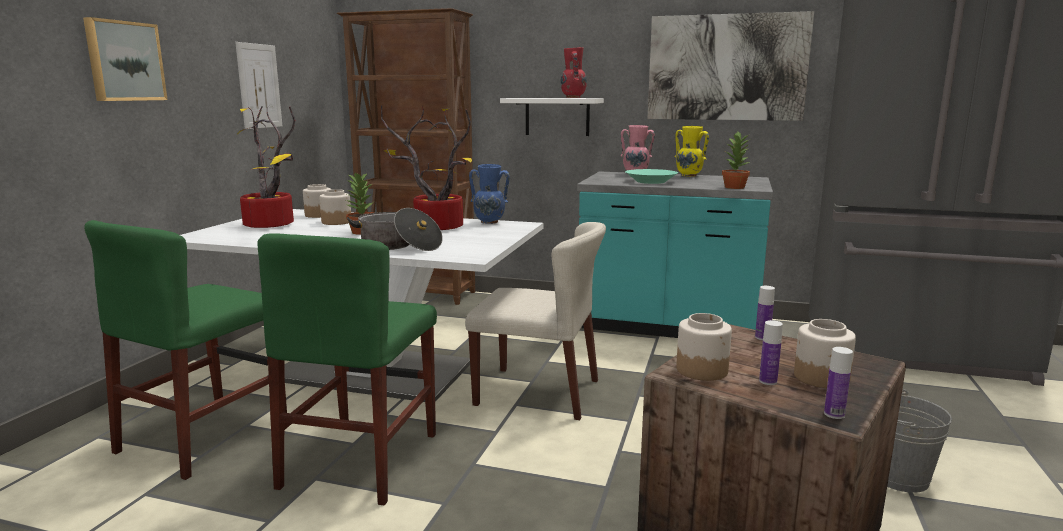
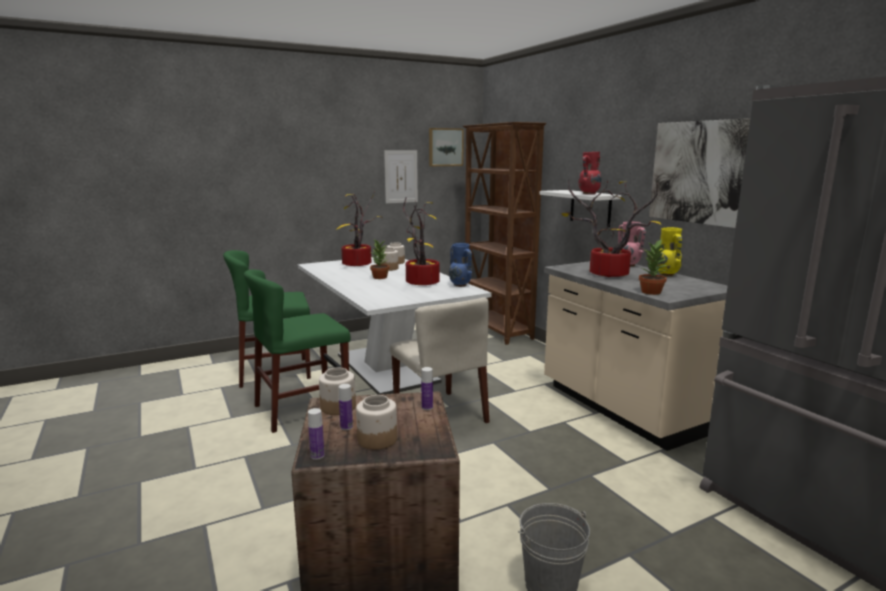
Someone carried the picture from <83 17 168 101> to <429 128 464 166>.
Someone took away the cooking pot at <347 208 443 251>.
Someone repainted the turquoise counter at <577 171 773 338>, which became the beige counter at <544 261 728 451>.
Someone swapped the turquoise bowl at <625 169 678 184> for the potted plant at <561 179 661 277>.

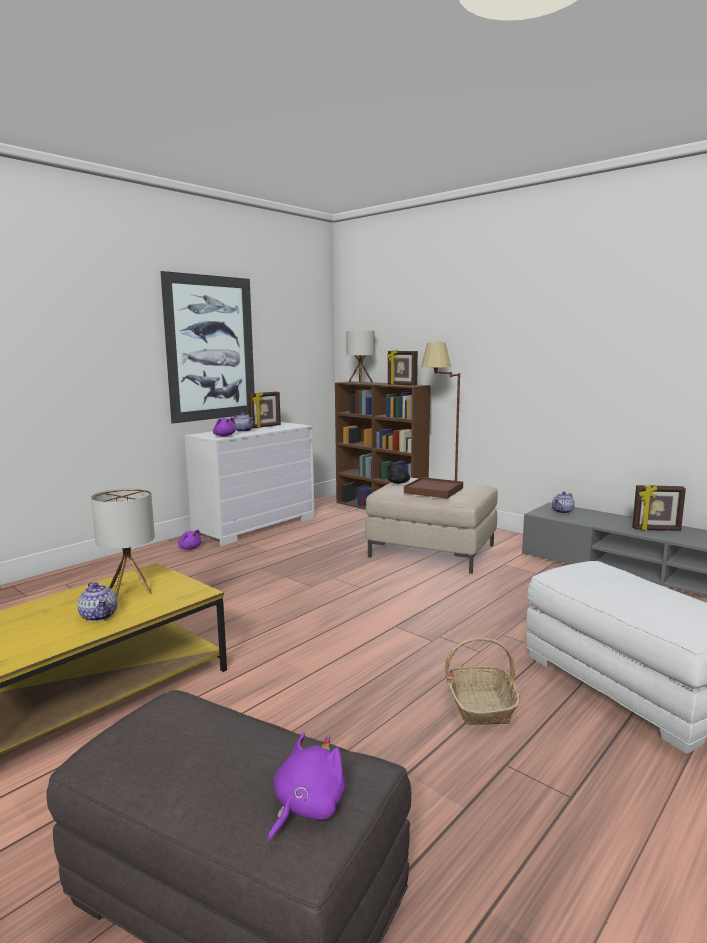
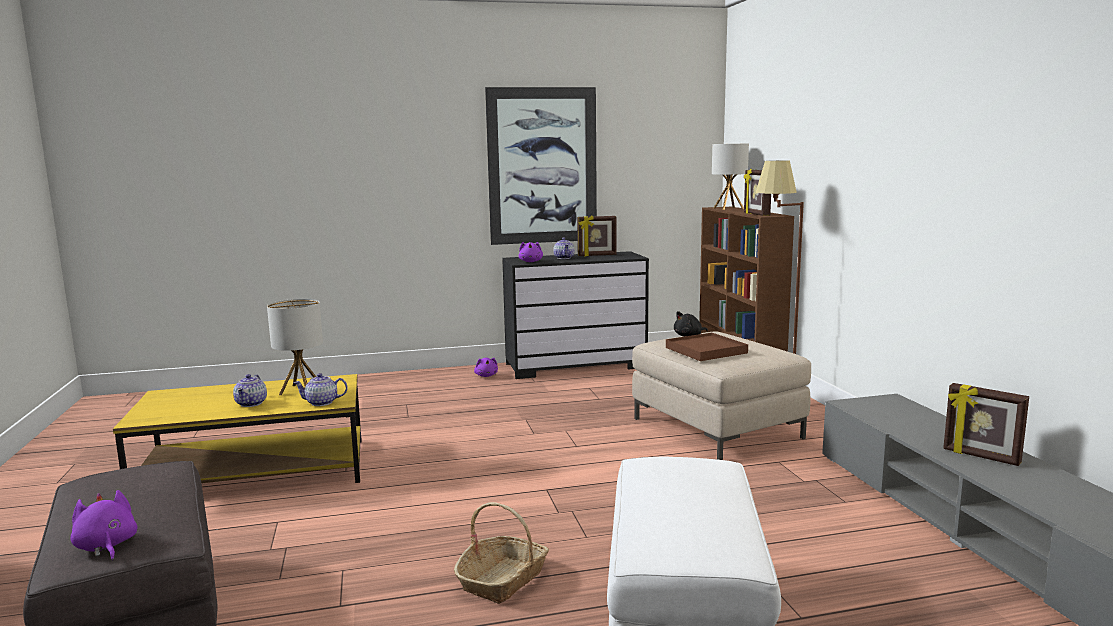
Someone repainted the white dresser at <185 422 314 546>, which became the black dresser at <502 251 649 379>.
Someone rotated the purple plush toy at <268 732 346 842> by 105 degrees counterclockwise.
Someone carried the teapot from <552 491 575 514> to <293 373 348 406>.

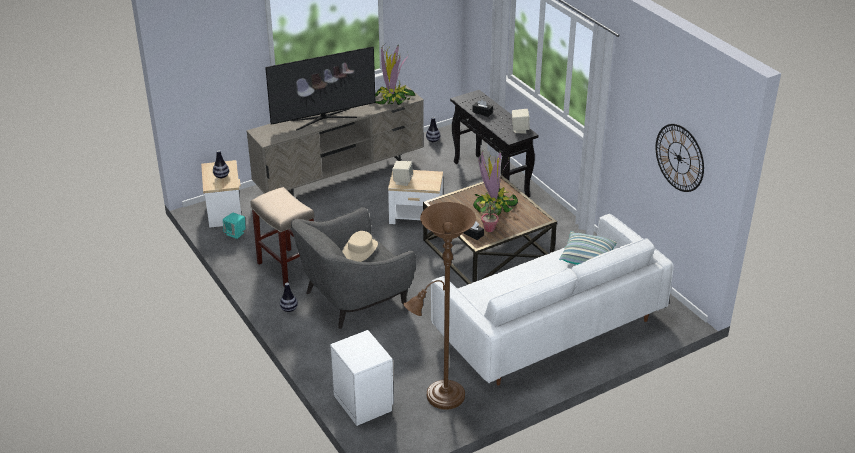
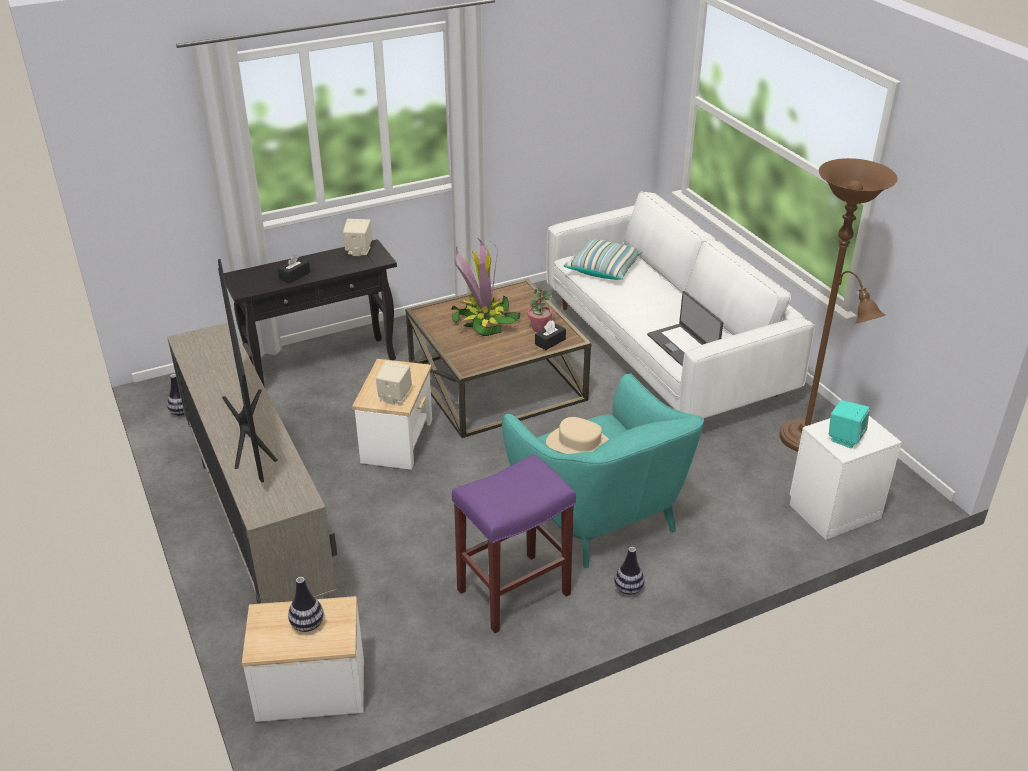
Someone carried the turquoise speaker from <223 213 246 239> to <829 400 870 448>.
Someone repainted the beige stool at <250 187 315 287>, which became the purple stool at <452 454 576 633>.
Someone repainted the grey armchair at <291 207 416 329>, which became the turquoise armchair at <502 373 704 568>.
Someone took away the potted plant at <375 44 416 105>.
Someone took away the wall clock at <656 124 704 192>.
Someone put down the laptop at <647 291 723 367>.

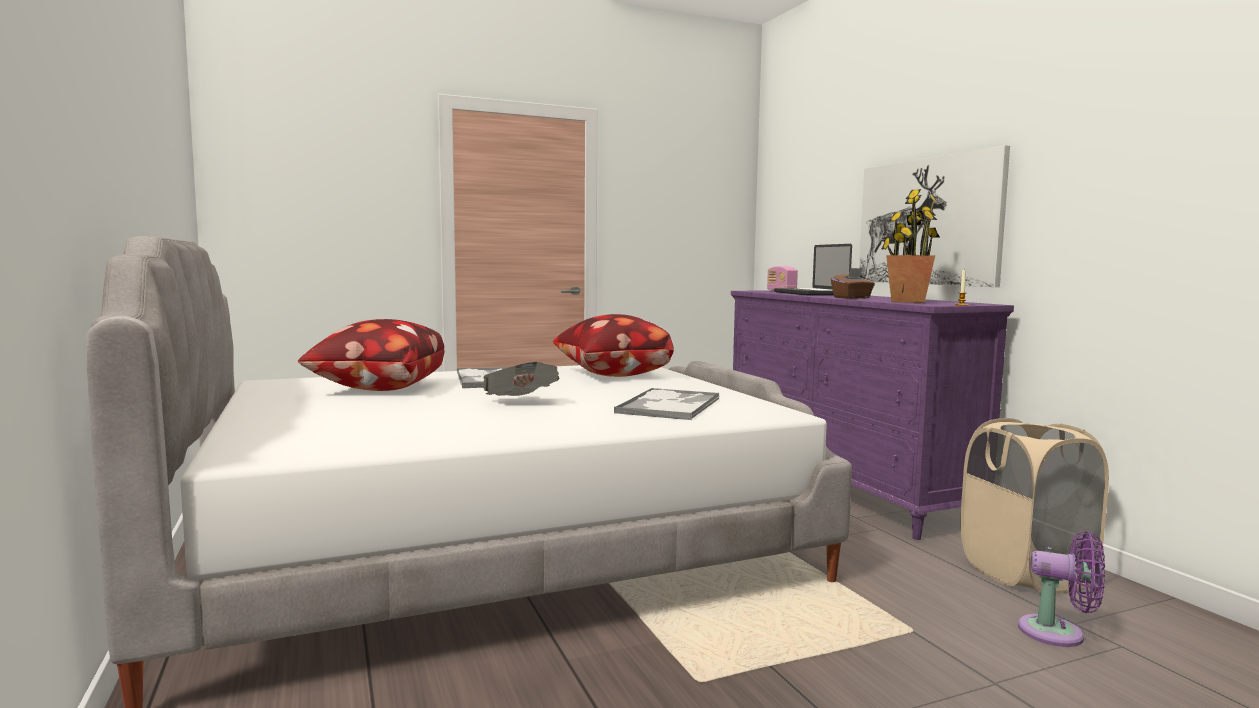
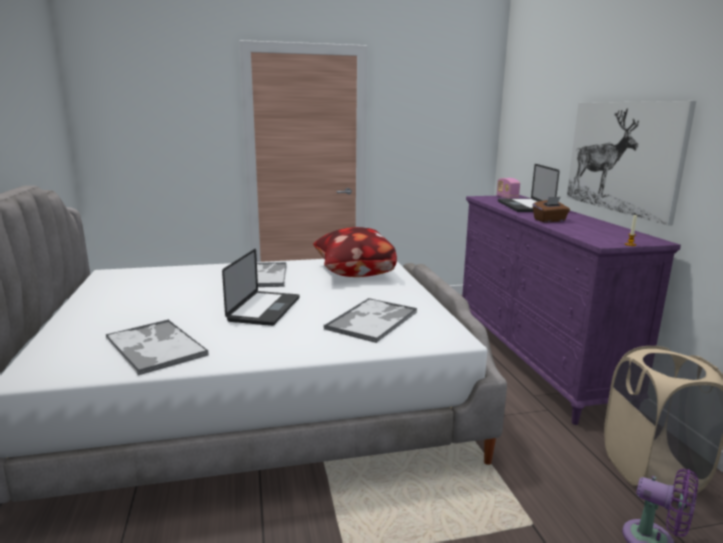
Someone took away the pillow at <298 319 445 391>.
Someone swapped the newspaper at <483 362 560 396> for the laptop at <222 249 300 326>.
Someone took away the potted plant at <881 189 940 303>.
Someone put down the tray at <106 319 209 375>.

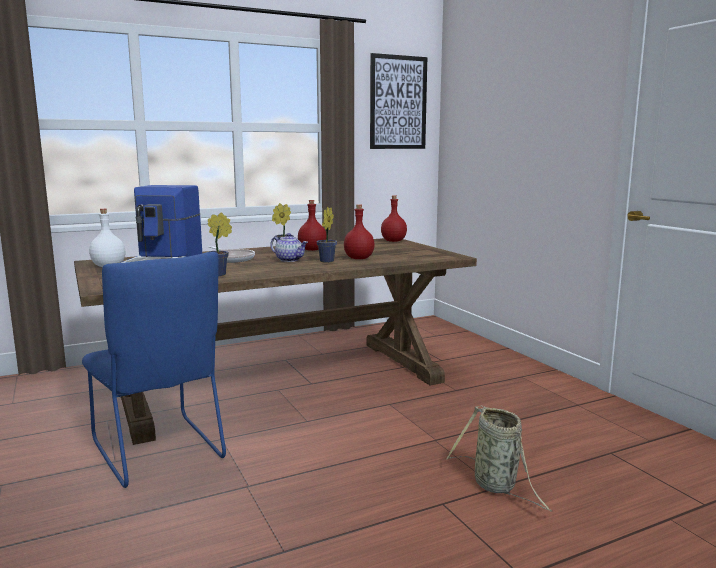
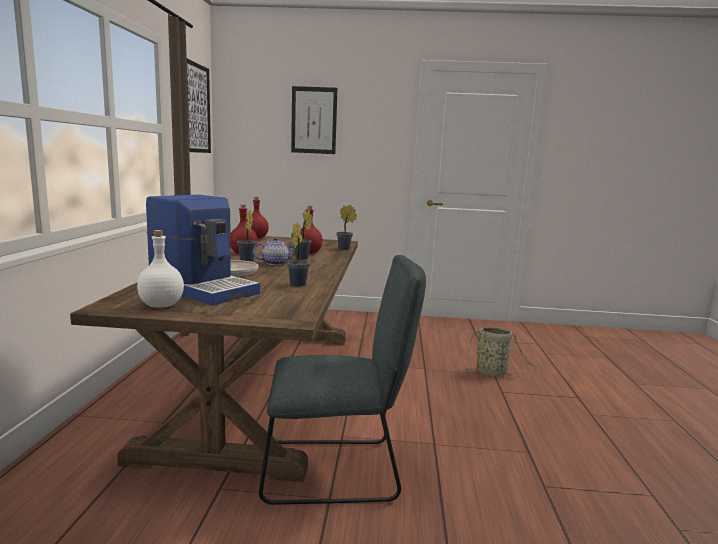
Someone repainted the blue chair at <82 252 226 488>, which became the grey chair at <259 255 426 505>.
Someone put up the picture at <291 86 337 154>.
Someone put down the potted plant at <336 205 357 250>.

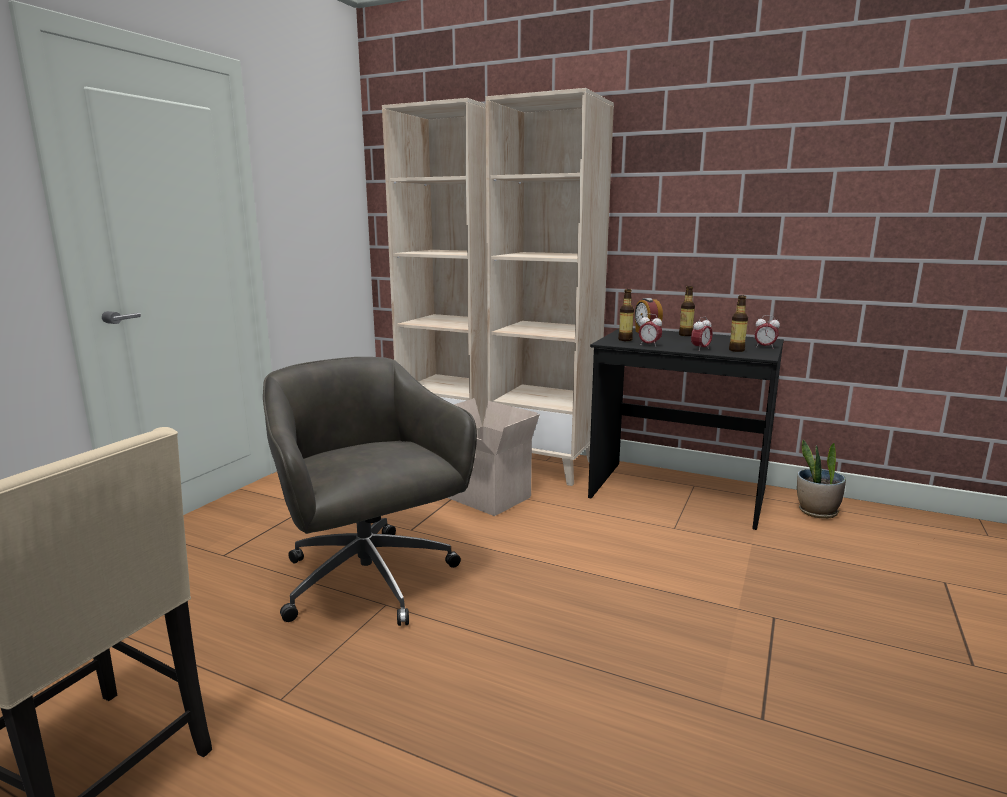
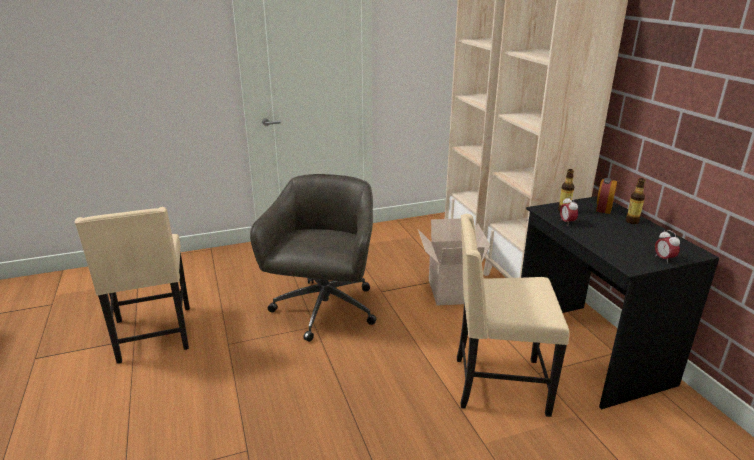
Someone took away the alarm clock at <691 317 713 351>.
Someone took away the bottle at <729 295 748 352>.
Someone took away the potted plant at <797 439 846 519>.
Someone put down the beige chair at <457 214 570 417>.

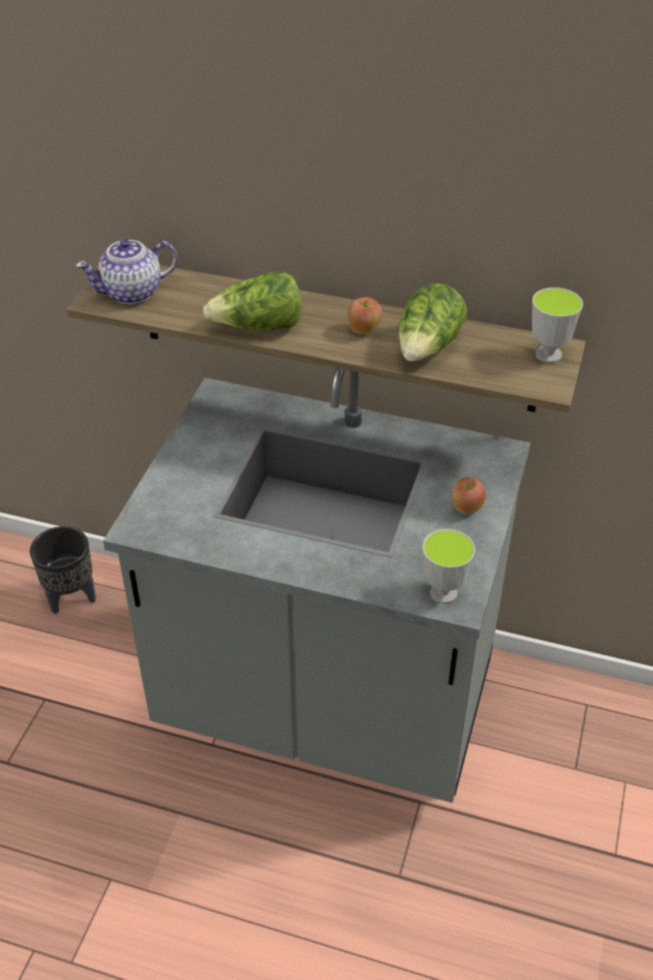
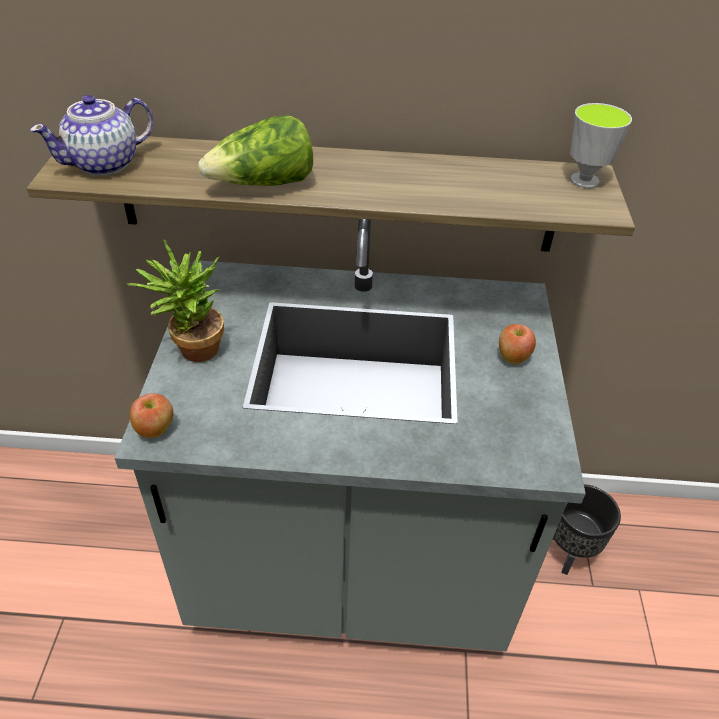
Someone carried the black planter from <30 526 96 614> to <552 484 621 575>.
Someone carried the apple from <348 297 382 335> to <130 393 174 438>.
Someone took away the lettuce at <398 283 467 361>.
Someone took away the cup at <423 529 475 604>.
Someone put down the potted plant at <126 240 224 362>.

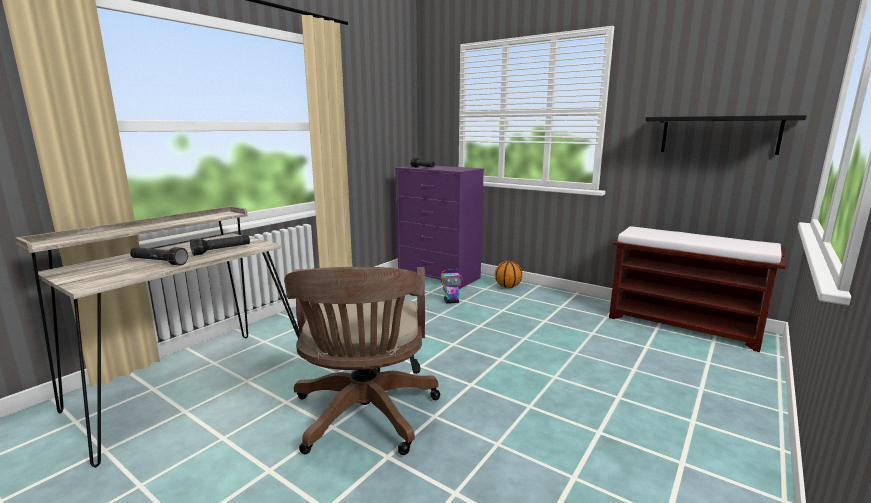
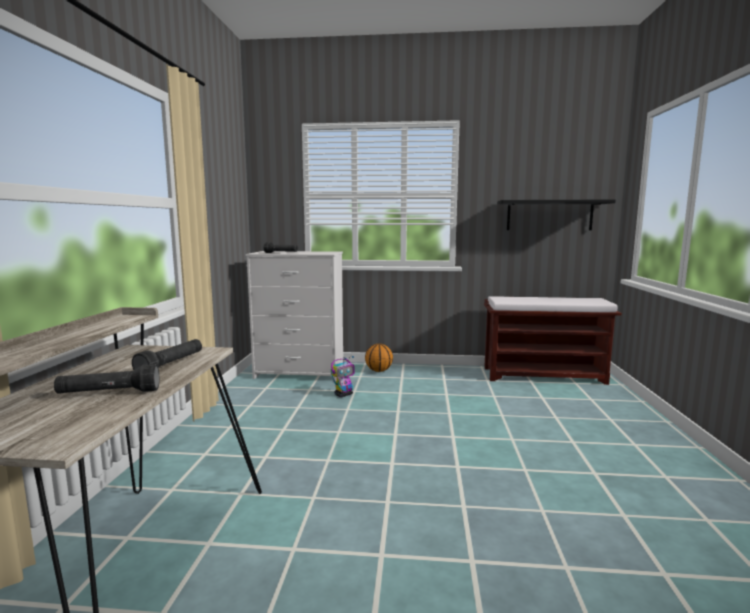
Someone took away the brown office chair at <284 267 440 455>.
Someone repainted the purple dresser at <395 166 484 289>, which became the white dresser at <245 251 343 382>.

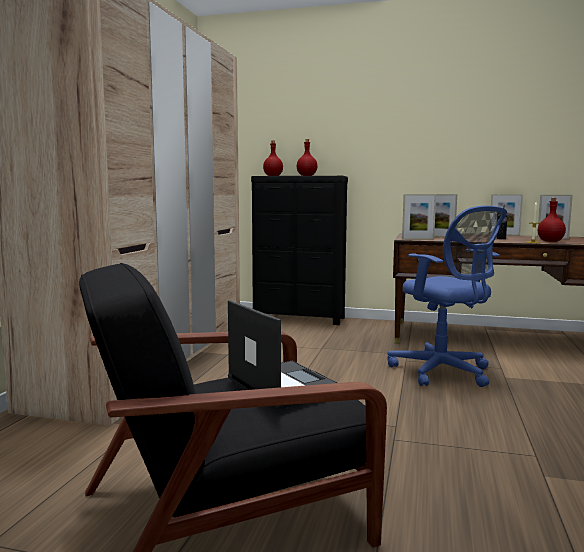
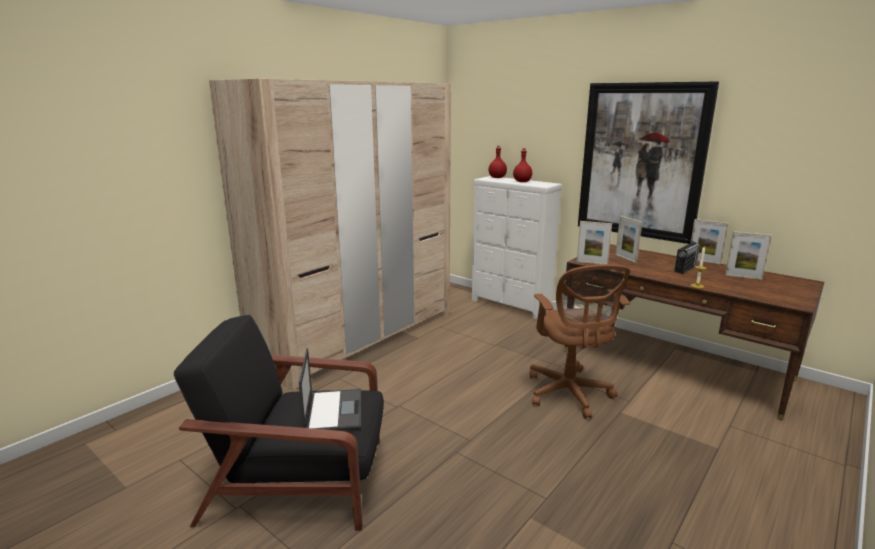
Someone repainted the black dresser at <251 176 348 325>, which became the white dresser at <472 176 562 319>.
Someone repainted the blue office chair at <388 206 507 387>, which became the brown office chair at <530 264 630 419>.
Someone took away the red bottle at <538 198 566 242>.
Someone put up the picture at <578 82 719 244>.

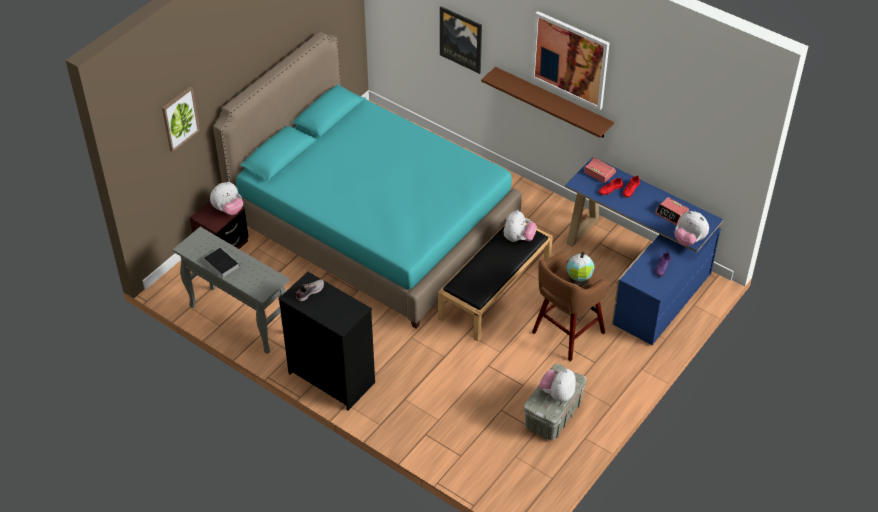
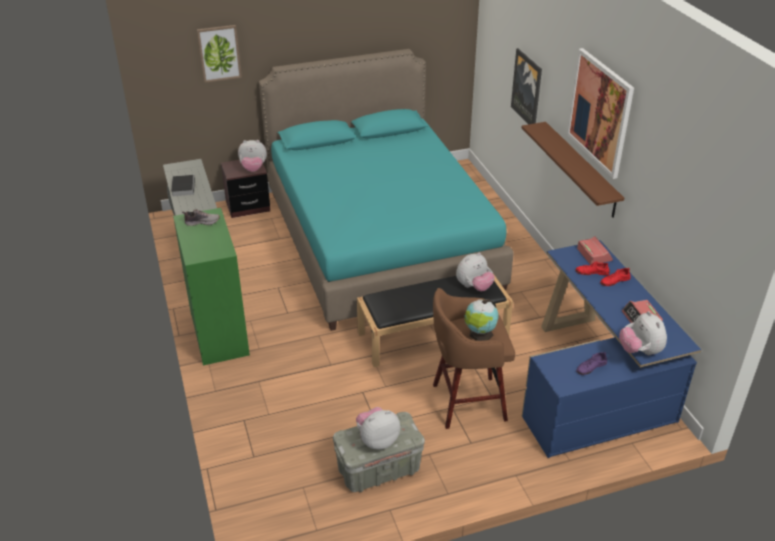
Someone repainted the black dresser at <278 272 375 410>, which became the green dresser at <173 208 250 366>.

